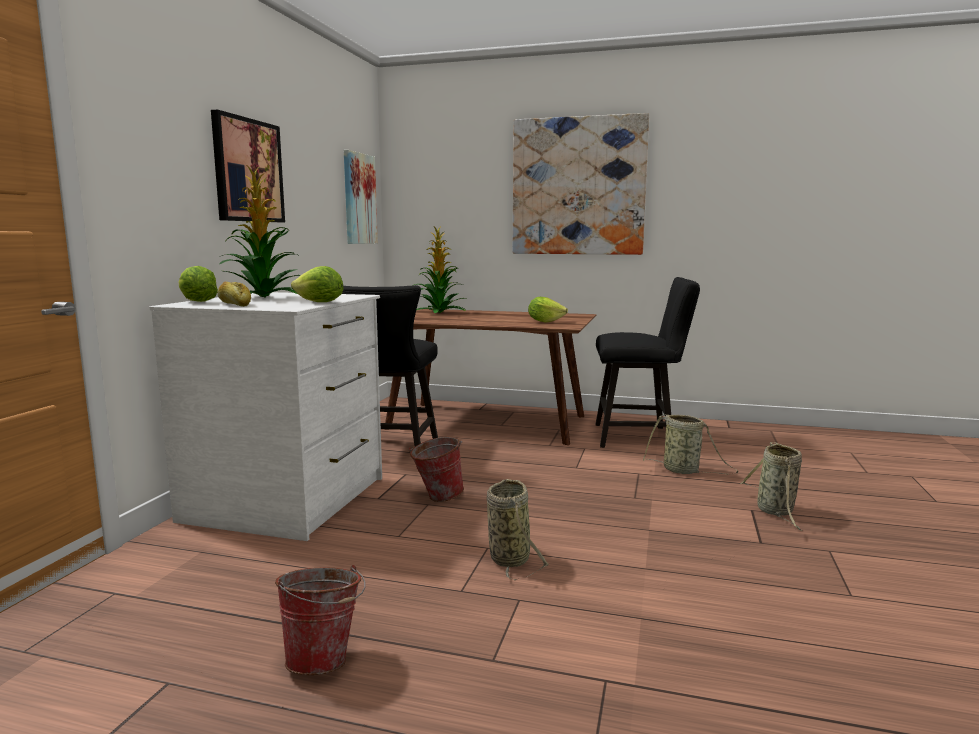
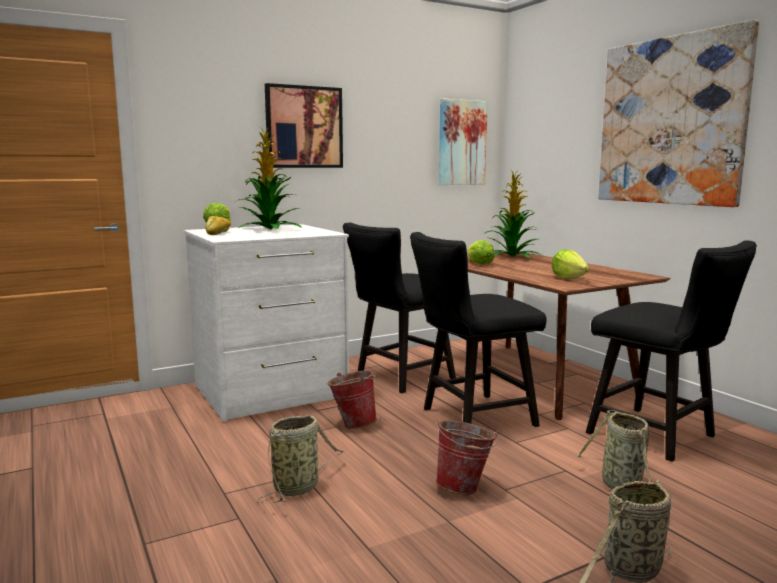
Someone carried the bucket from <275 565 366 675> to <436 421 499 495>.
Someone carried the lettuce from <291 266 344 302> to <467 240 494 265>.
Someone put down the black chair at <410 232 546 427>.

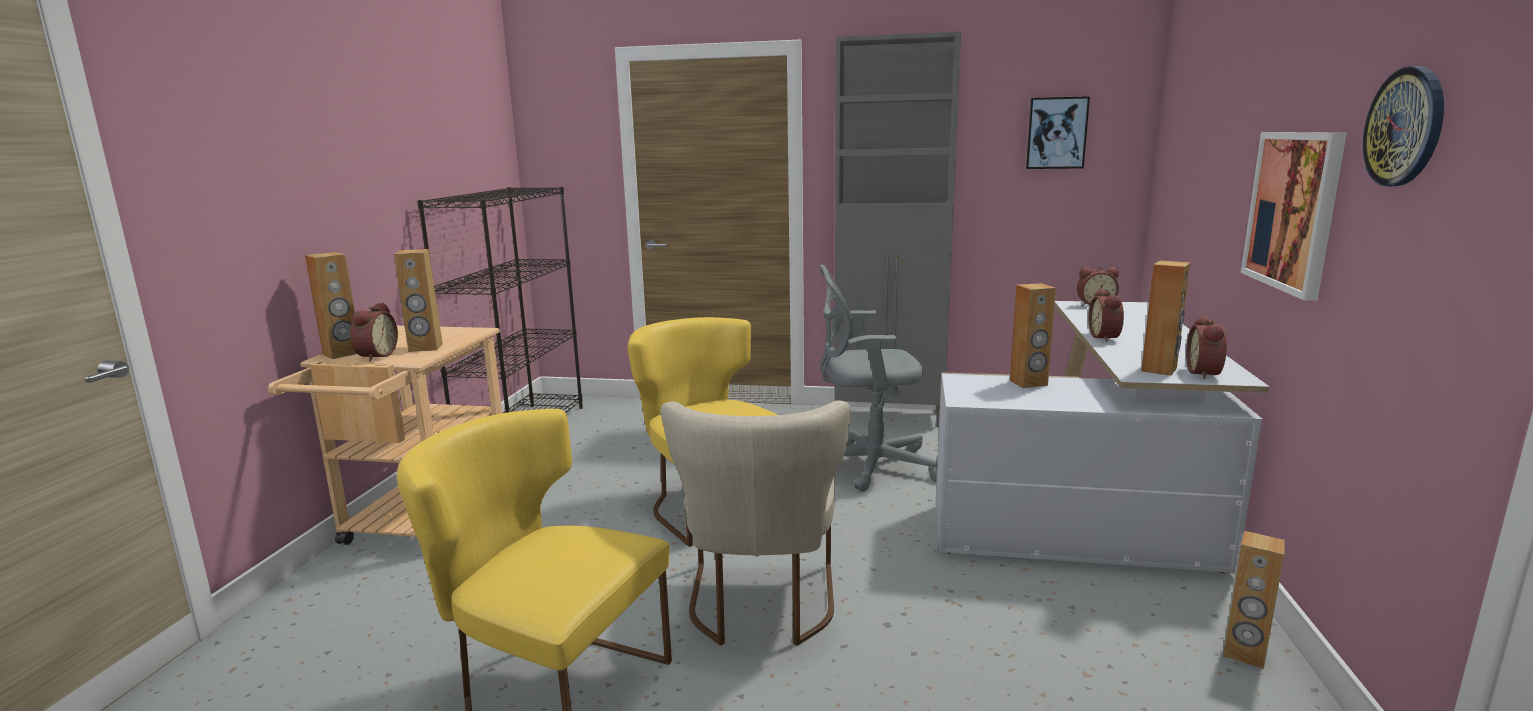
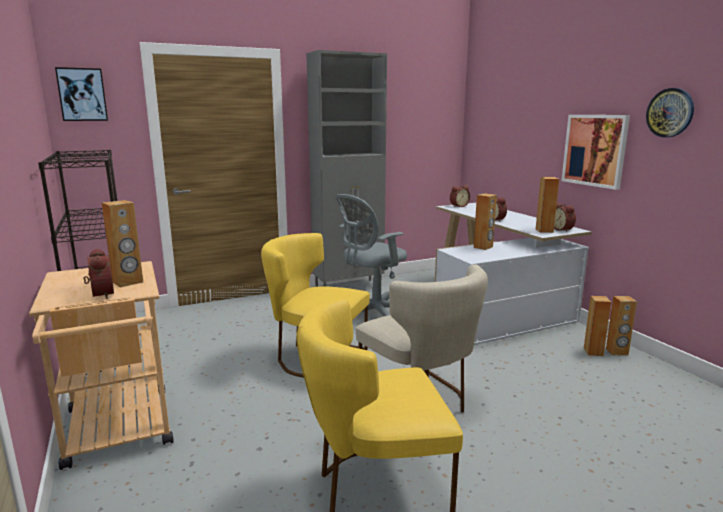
Someone carried the brown speaker from <305 252 357 359> to <584 296 611 356>.
Someone carried the picture from <1026 96 1090 169> to <55 67 108 121>.

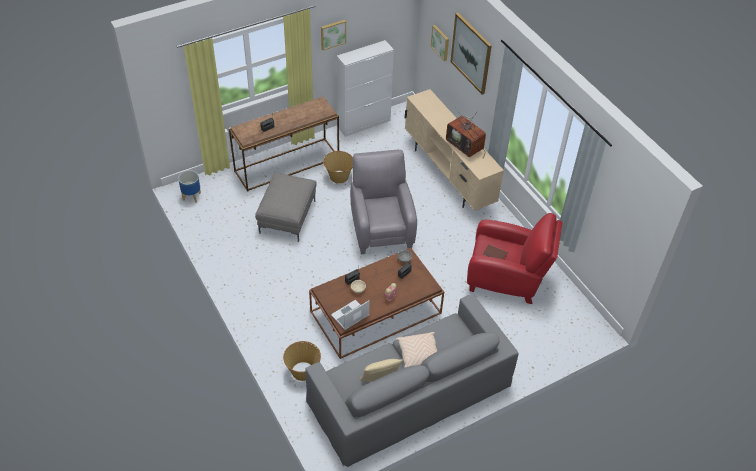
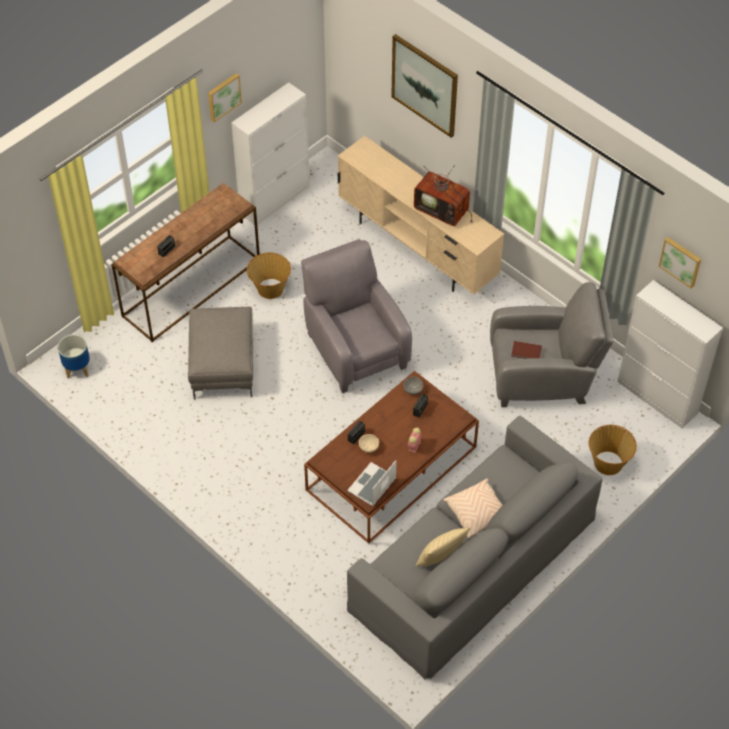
Someone carried the basket from <283 341 321 381> to <589 425 637 475>.
Someone carried the picture from <431 25 449 61> to <658 237 701 289>.
Someone repainted the red armchair at <467 213 562 304>, which became the grey armchair at <490 282 613 407>.
Someone put down the white cabinet at <618 280 723 429>.

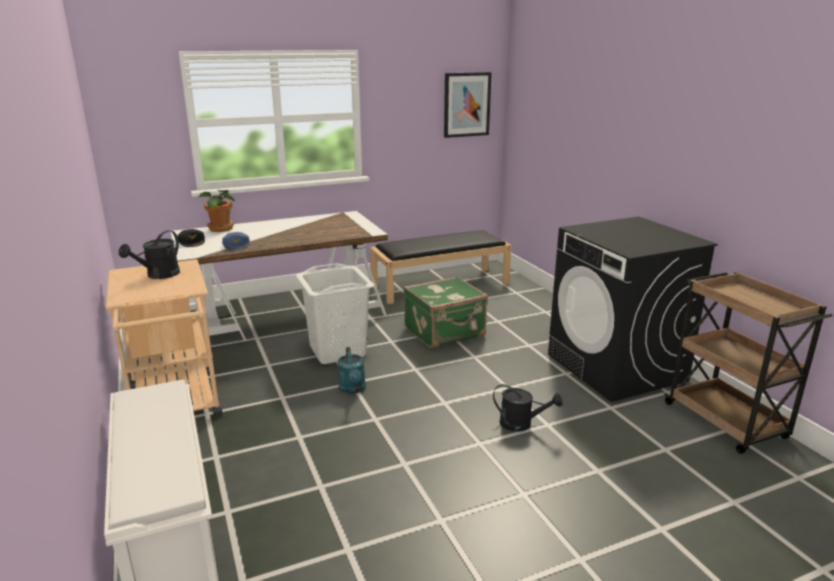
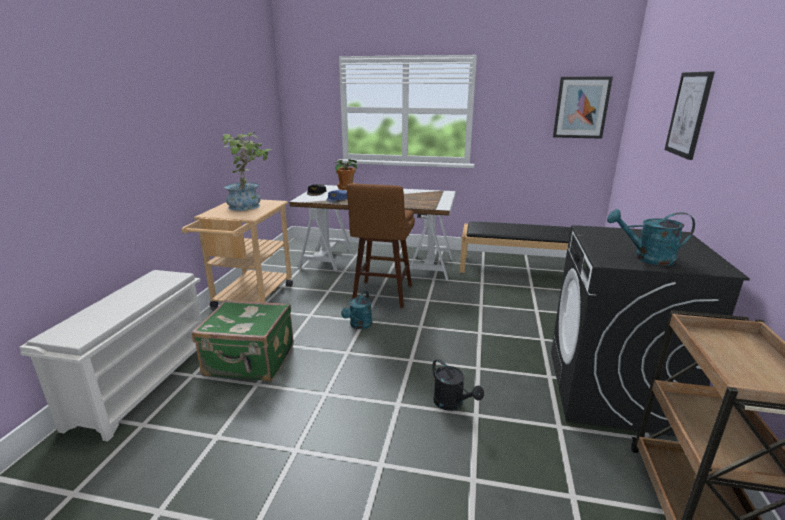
Someone swapped the black watering can at <119 230 180 279> for the potted plant at <222 132 273 211>.
Someone swapped the white laundry basket at <296 263 374 364> for the brown stool at <346 184 415 308>.
Someone carried the green suitcase from <404 276 488 348> to <192 300 294 381>.
Someone put down the turquoise watering can at <607 209 695 266>.
Someone put up the picture at <665 71 715 160>.

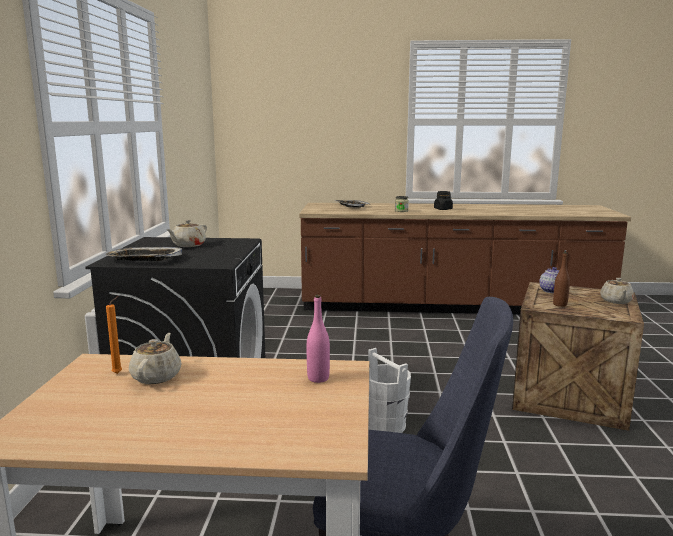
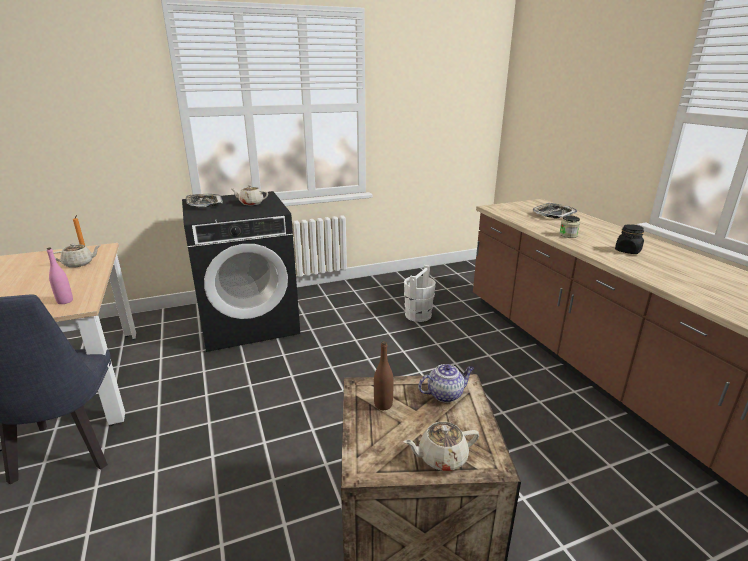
Someone carried the white bucket from <368 348 411 433> to <404 265 436 322>.

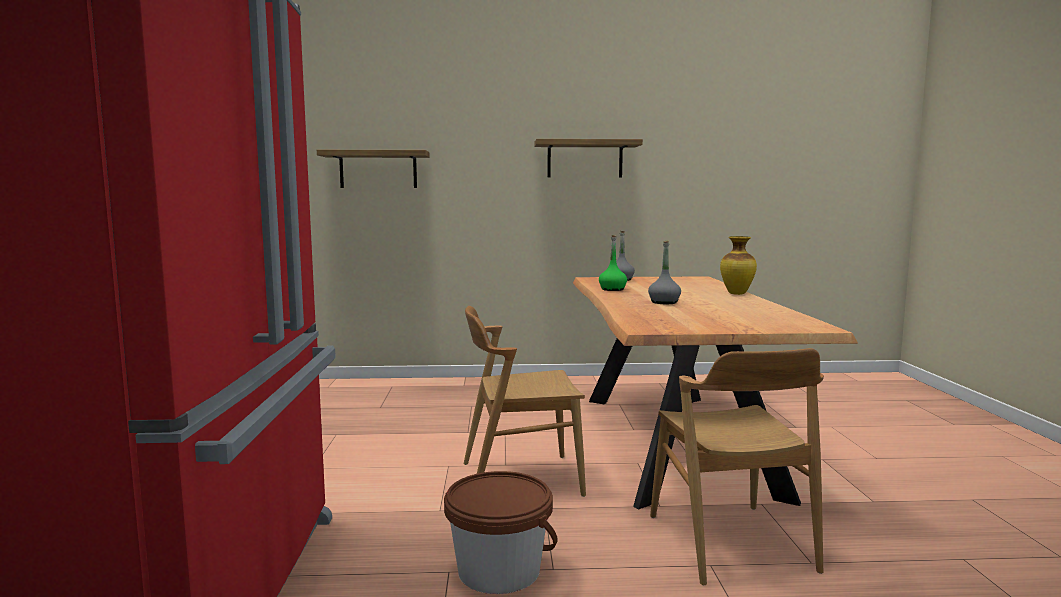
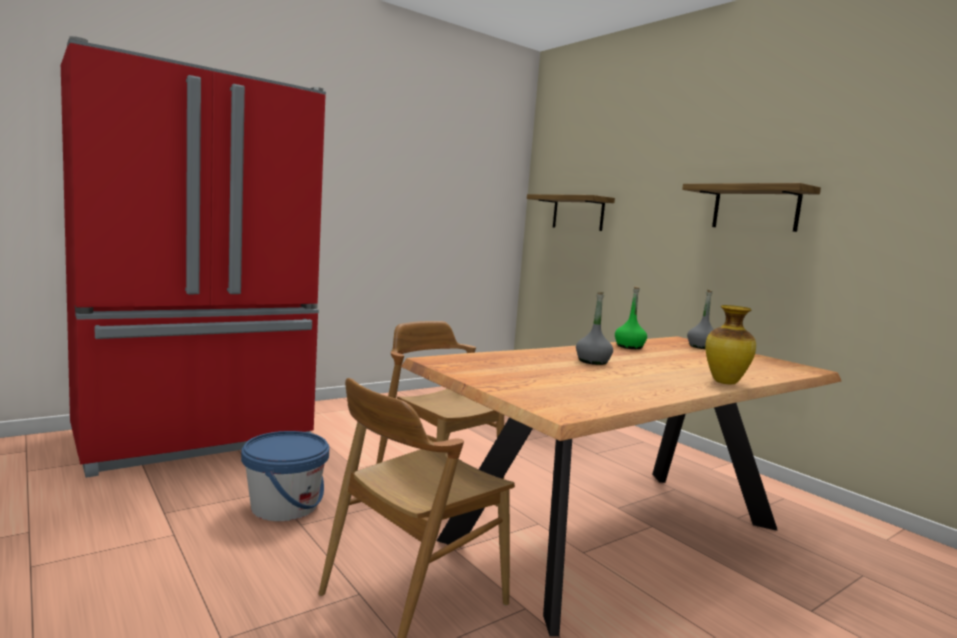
Someone repainted the brown bucket at <444 471 558 594>, which became the blue bucket at <241 431 330 521>.

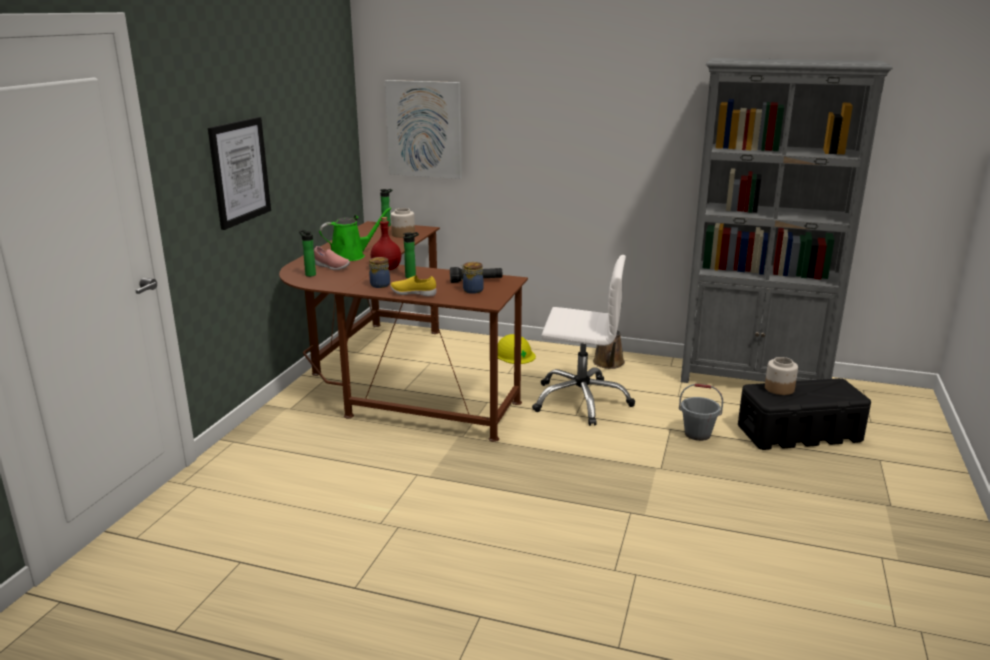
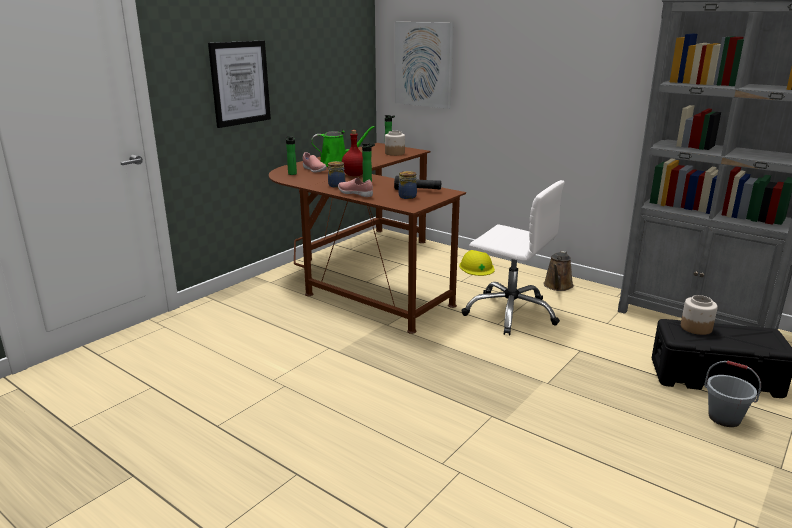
Someone repainted the yellow shoe at <390 275 437 297>, which became the pink shoe at <338 178 373 197>.
Someone carried the grey bucket from <679 384 723 441> to <704 360 761 427>.

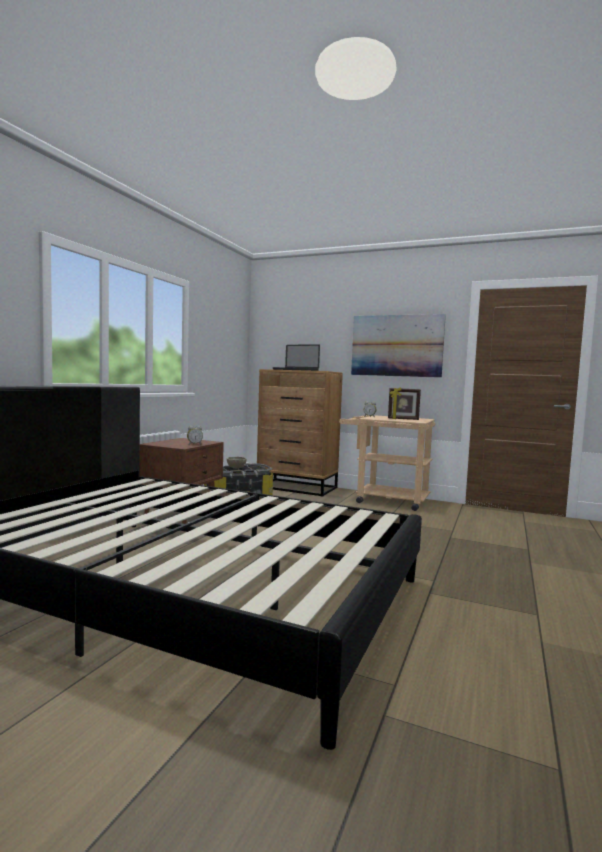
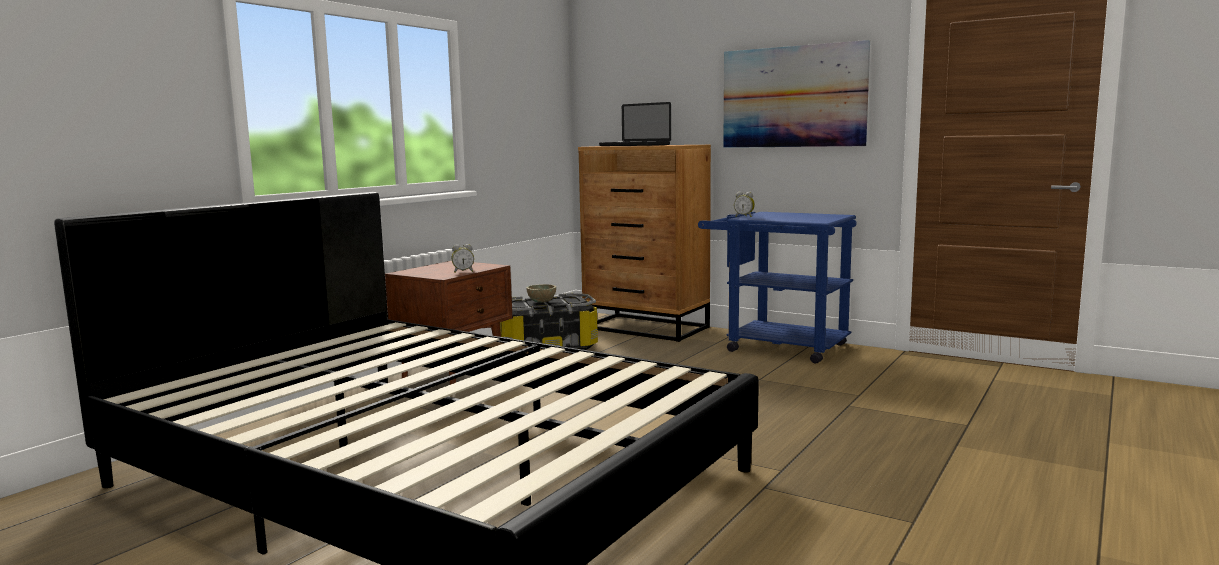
Someone repainted the beige cart at <339 415 435 511>, which became the blue cart at <698 212 857 364>.
Someone took away the picture frame at <388 387 421 420>.

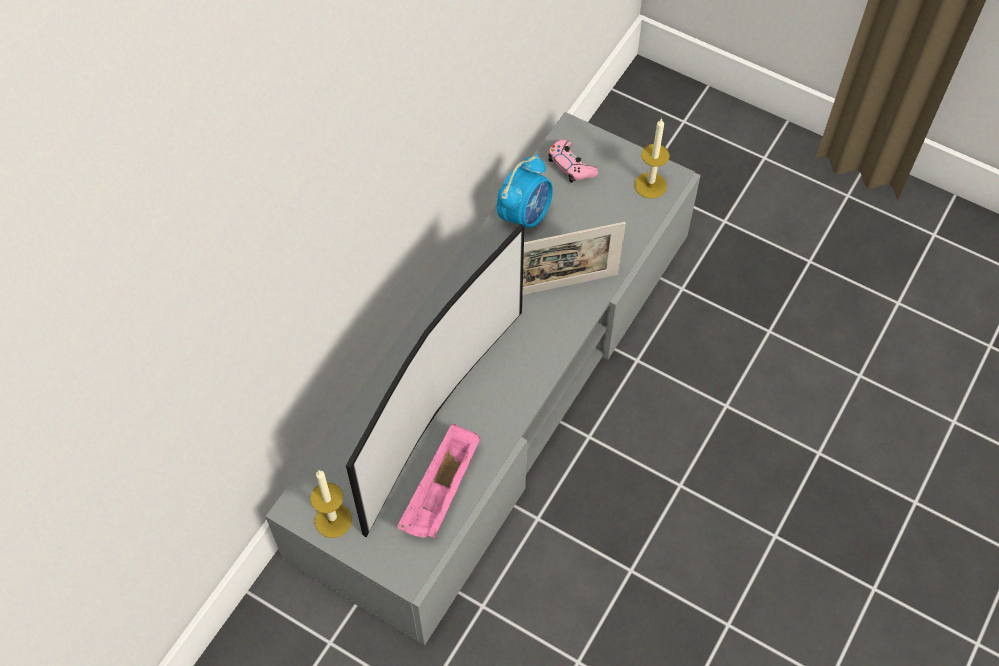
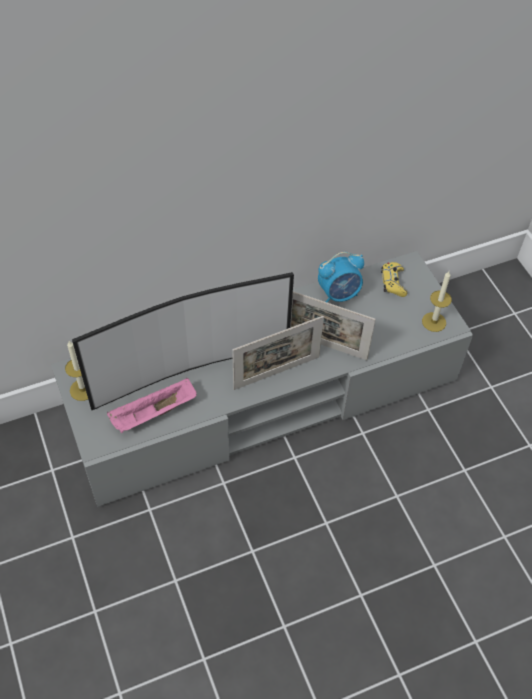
Someone repainted the pink game controller at <548 140 598 183>, which became the yellow game controller at <381 262 408 297>.
Someone put down the picture frame at <232 316 324 390>.

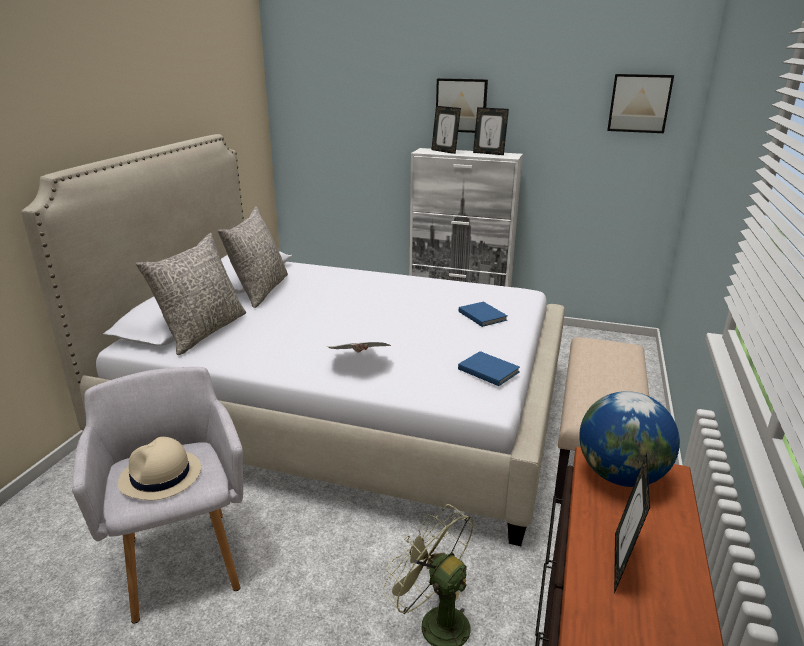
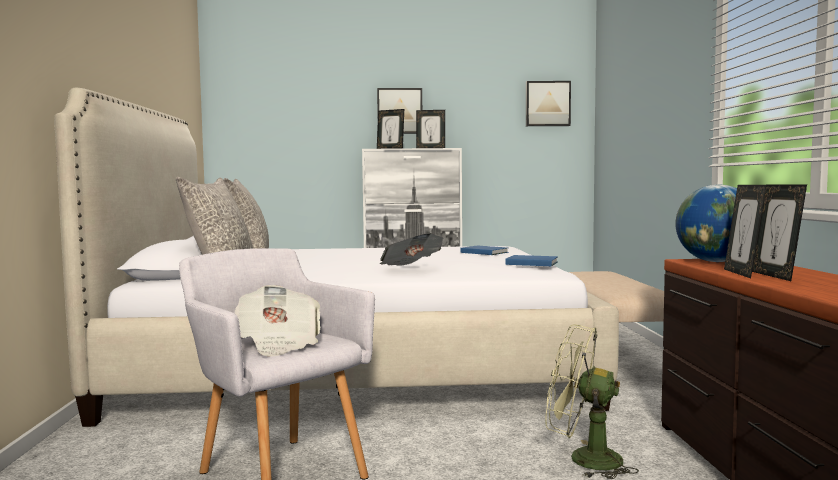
Someone swapped the beige hat at <118 437 201 500> for the newspaper at <235 285 320 357>.
Someone put down the picture frame at <724 185 766 279>.

